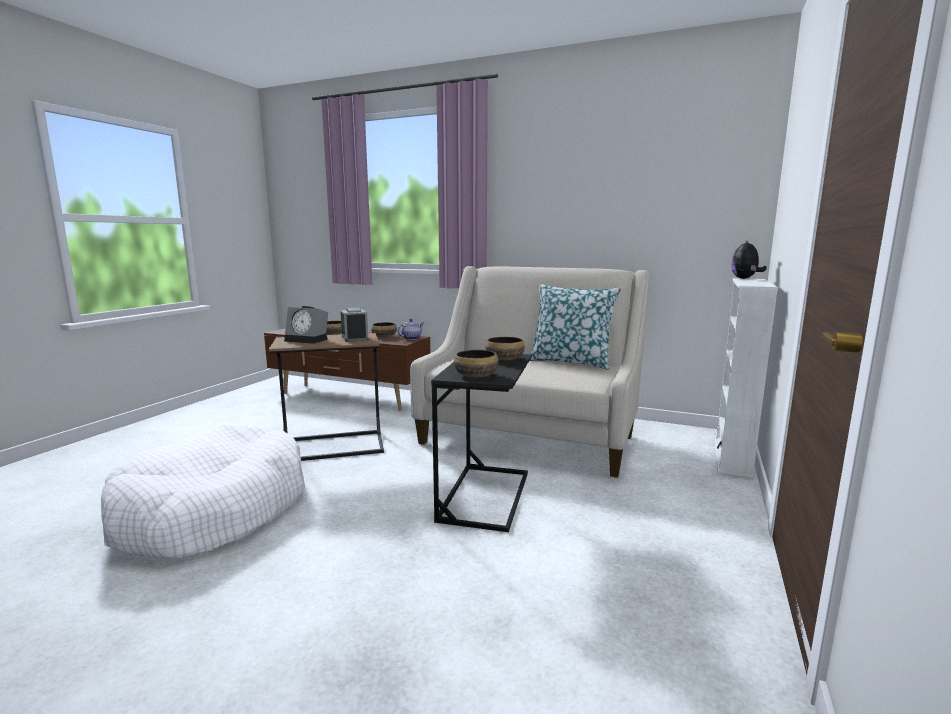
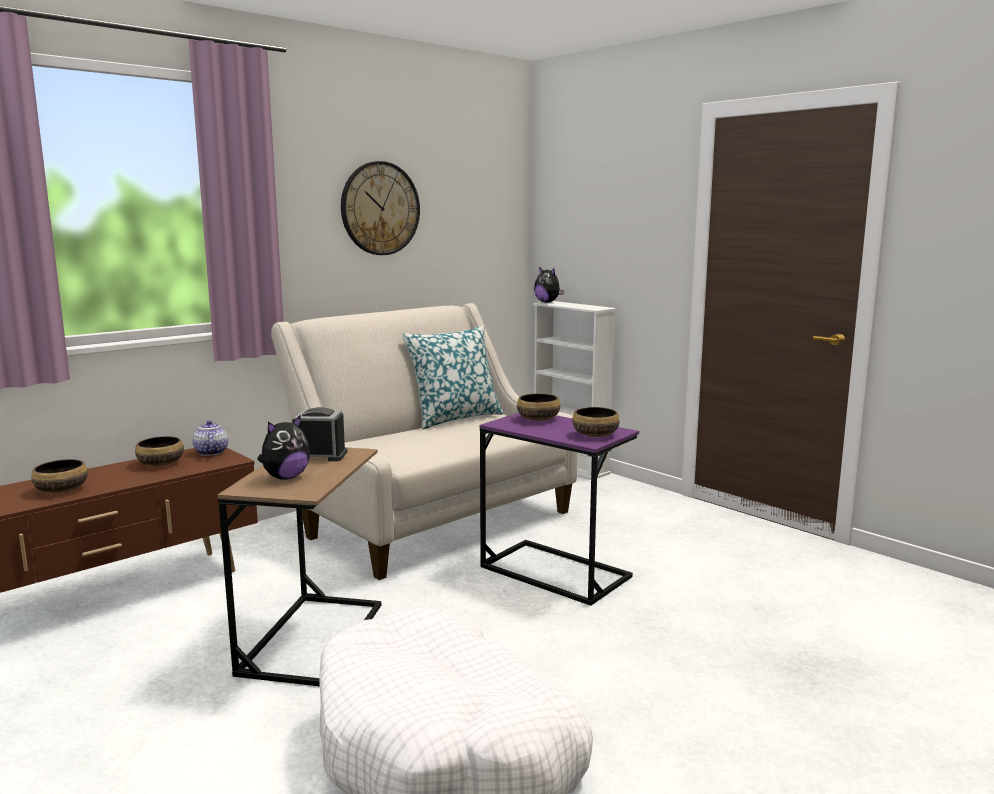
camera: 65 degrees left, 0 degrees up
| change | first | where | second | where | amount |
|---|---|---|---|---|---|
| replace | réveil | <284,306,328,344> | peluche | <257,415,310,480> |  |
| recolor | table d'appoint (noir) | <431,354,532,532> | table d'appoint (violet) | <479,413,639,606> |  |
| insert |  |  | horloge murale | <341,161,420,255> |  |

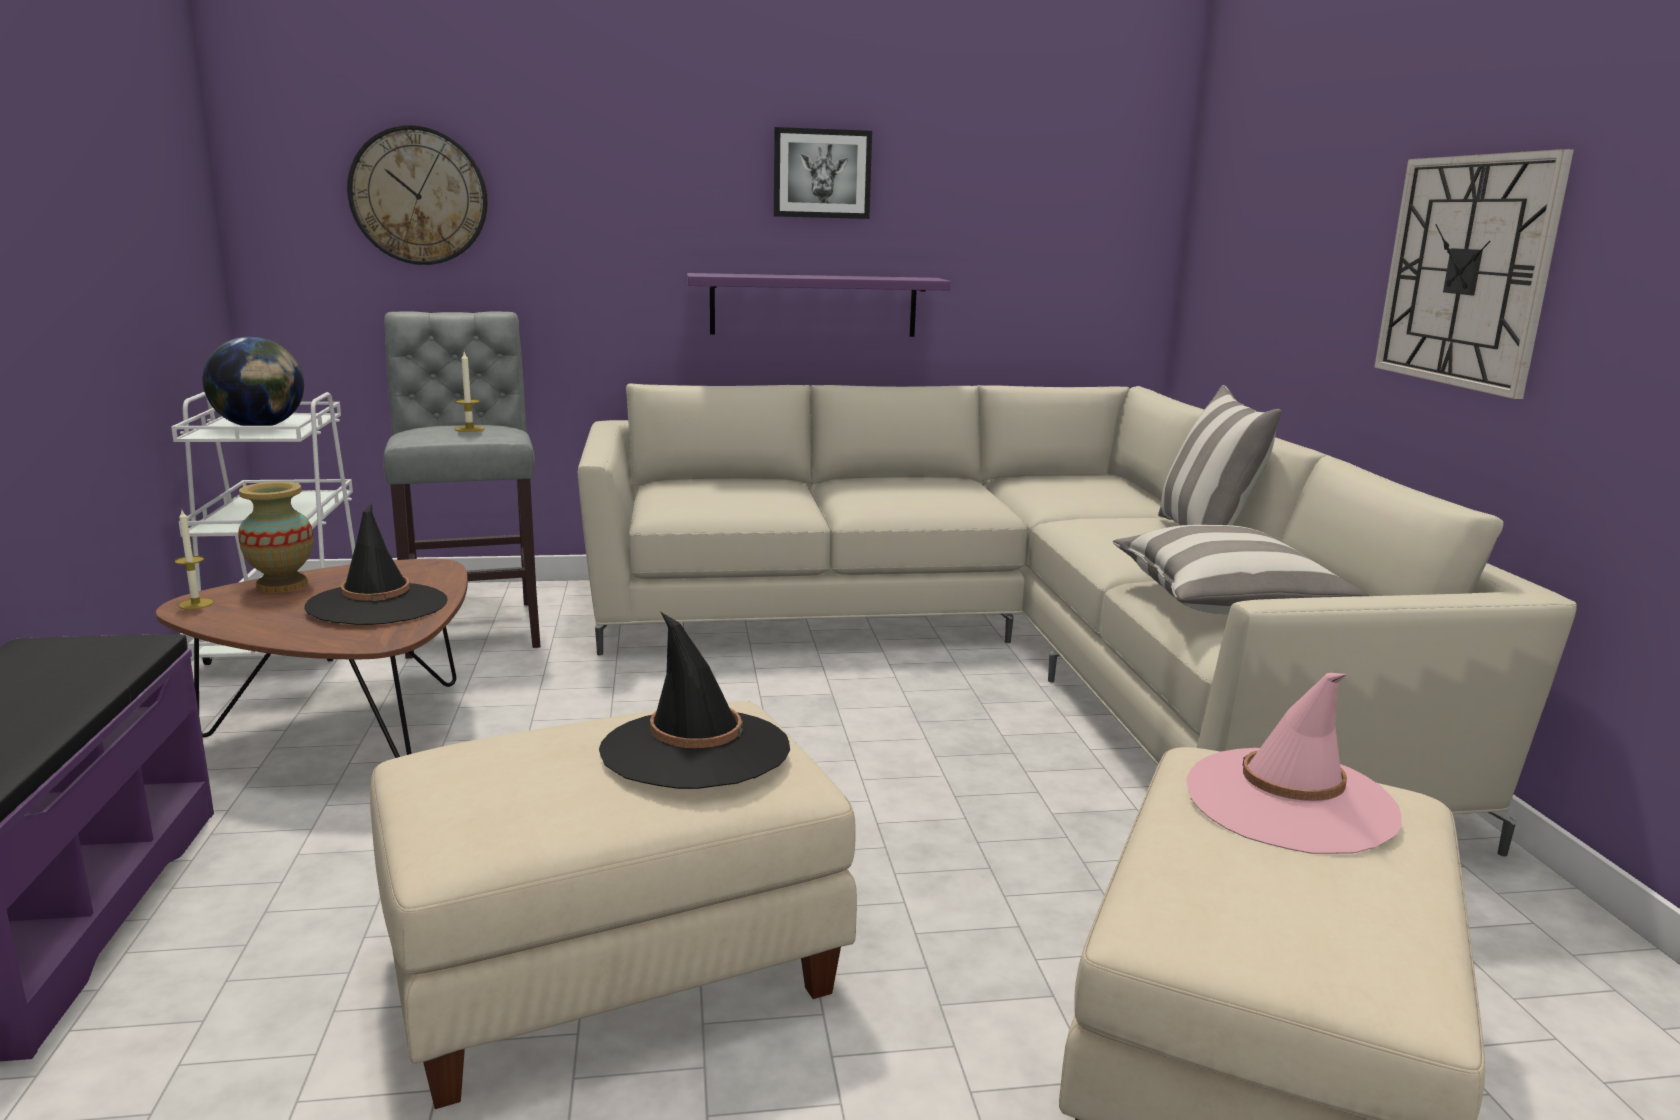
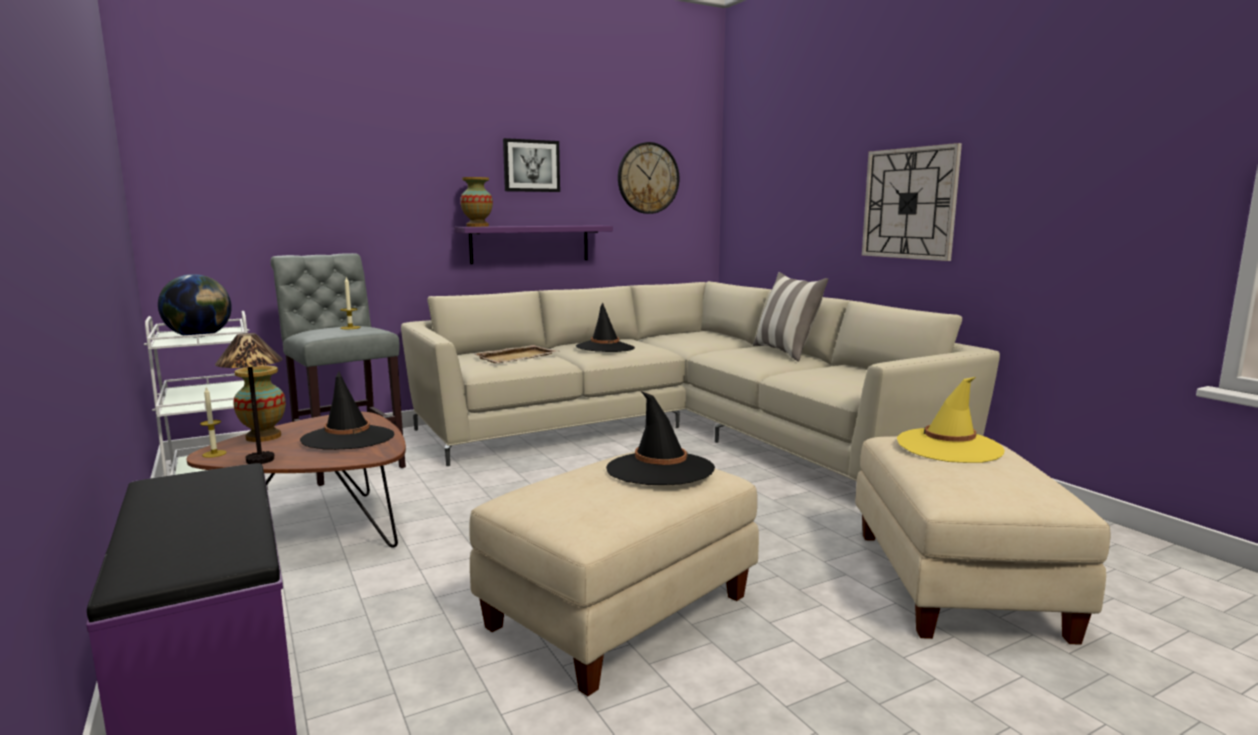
camera: 20 degrees left, 5 degrees down
| change | first | where | second | where | amount |
|---|---|---|---|---|---|
| move | horloge murale | <347,125,488,265> |  | <618,142,679,214> |  |
| delete | coussin | <1112,525,1369,614> |  |  |  |
| recolor | chapeau (rose) | <1186,673,1402,854> | chapeau (jaune) | <897,377,1005,463> |  |
| insert |  |  | vase | <460,177,493,227> |  |
| insert |  |  | chapeau (noir) | <576,303,635,352> |  |
| insert |  |  | lampe de table | <215,333,283,464> |  |
| insert |  |  | plateau (beige) | <473,345,558,363> |  |

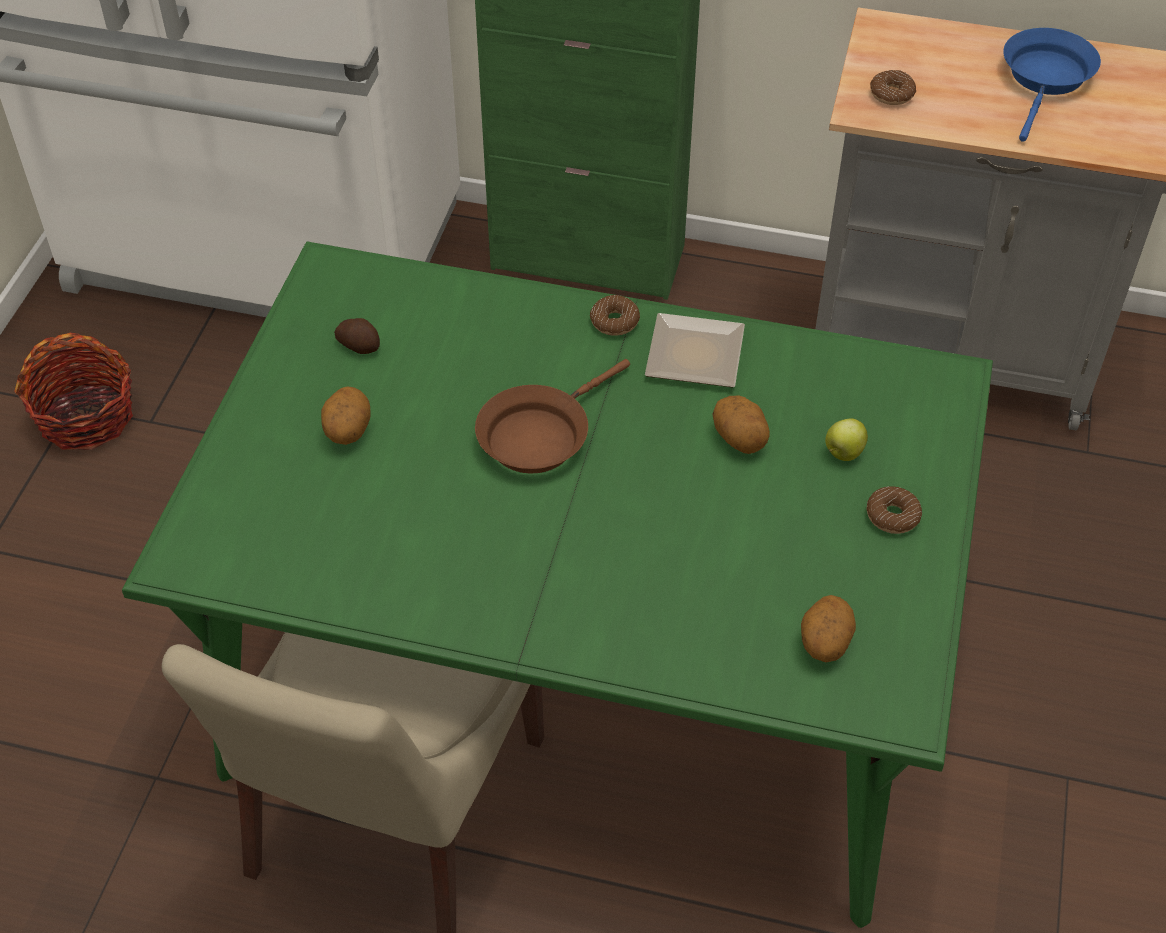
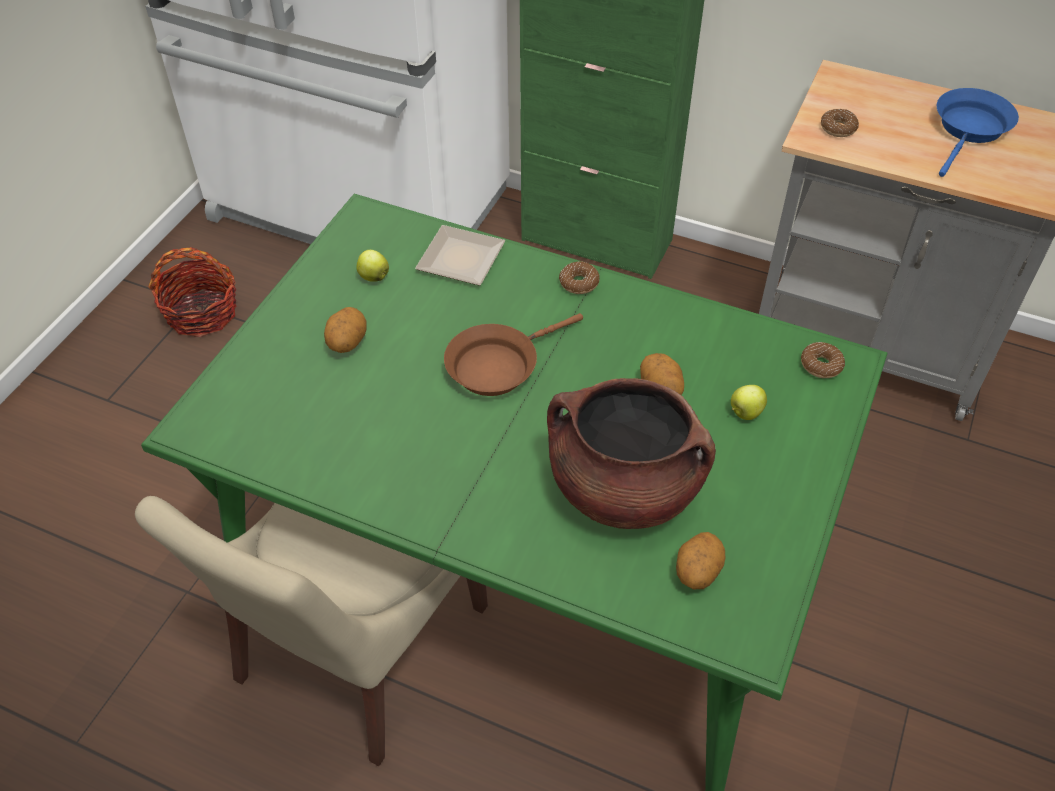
camera: 10 degrees right, 0 degrees up
| change | first | where | second | where | amount |
|---|---|---|---|---|---|
| move | assiette | <645,313,745,388> |  | <415,225,505,286> |  |
| replace | pomme de terre | <334,318,380,354> | pomme | <356,250,389,282> |  |
| move | beignet | <866,486,922,534> |  | <801,342,845,378> |  |
| insert |  |  | marmite (marron) | <547,378,716,529> |  |

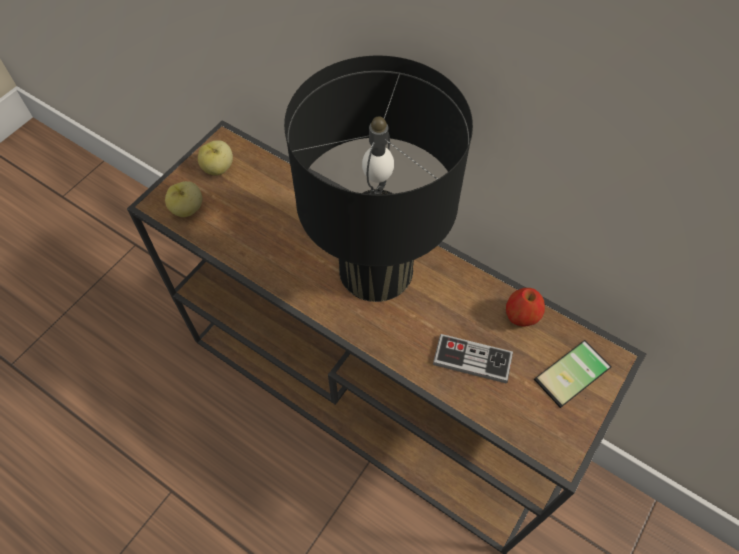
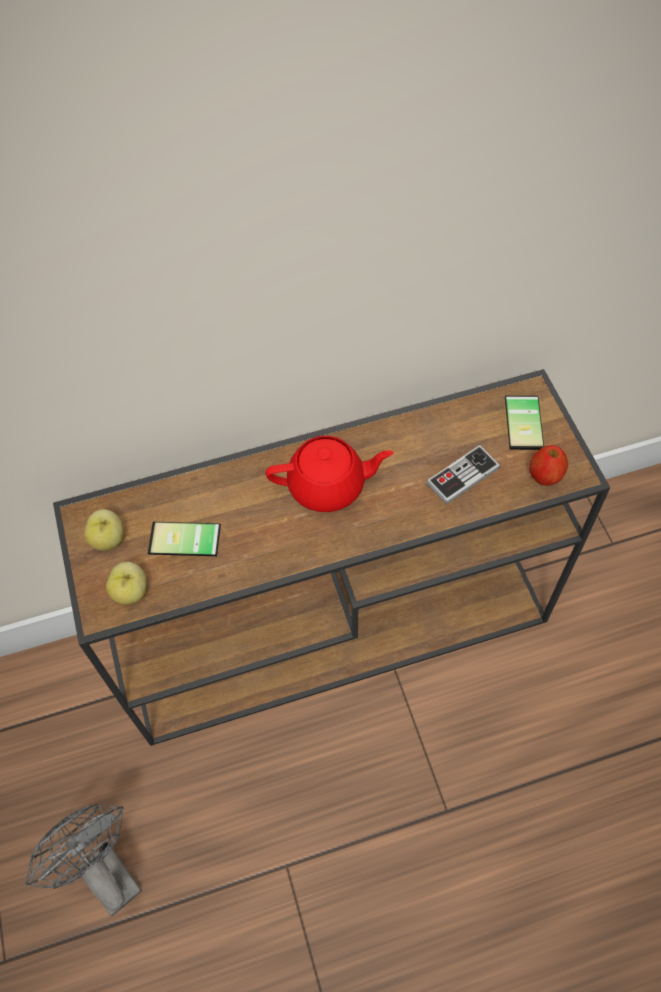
camera: 50 degrees left, 0 degrees up
| change | first | where | second | where | amount |
|---|---|---|---|---|---|
| replace | lampe de table (noir) | <284,56,473,302> | théière (rouge) | <266,436,394,512> |  |
| move | pomme | <506,288,545,327> |  | <529,445,568,486> |  |
| insert |  |  | téléphone | <148,522,221,556> |  |
| insert |  |  | ventilateur (gris) | <25,804,142,916> |  |

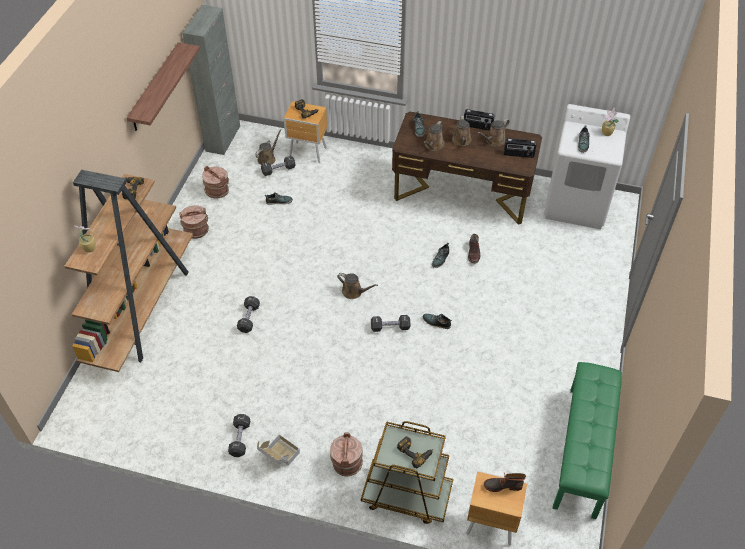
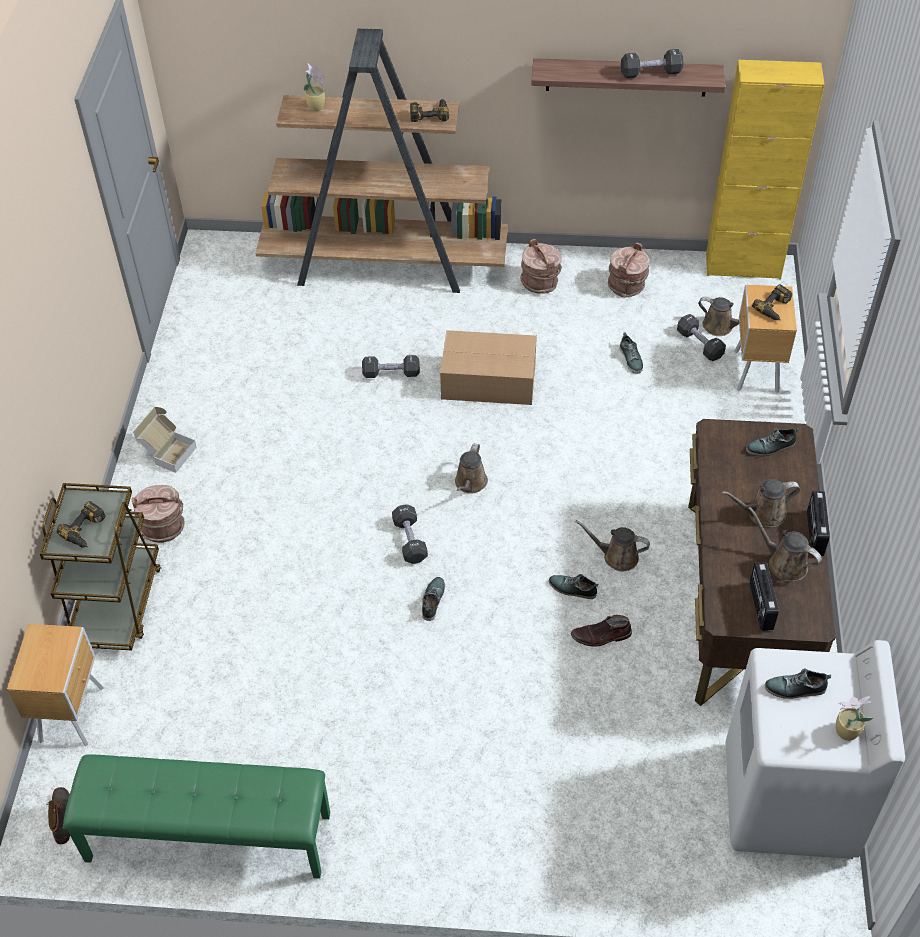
camera: 80 degrees right, 0 degrees up
| change | first | where | second | where | amount |
|---|---|---|---|---|---|
| recolor | meuble de rangement (gris) | <182,5,240,155> | meuble de rangement (jaune) | <706,60,825,279> |  |
| move | arrosoir (marron) | <423,121,445,151> |  | <576,520,650,571> |  |
| move | haltère (noir) | <228,414,250,457> |  | <621,49,684,78> |  |
| move | botte | <484,473,526,492> |  | <46,787,70,844> |  |
| insert |  |  | carton | <440,330,537,405> |  |

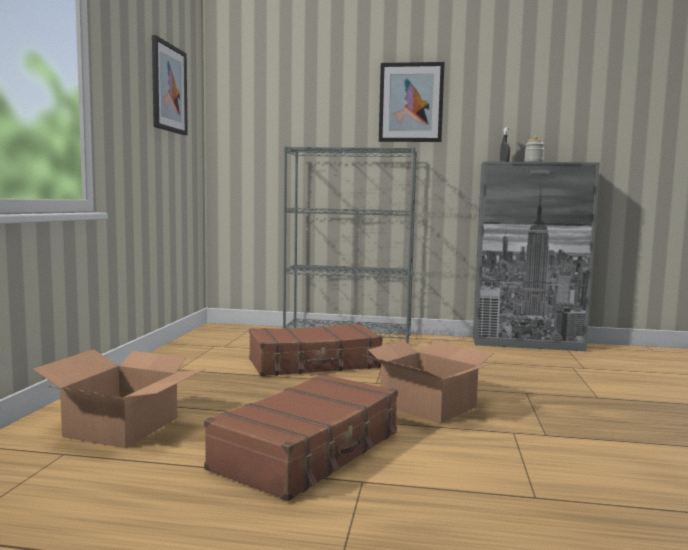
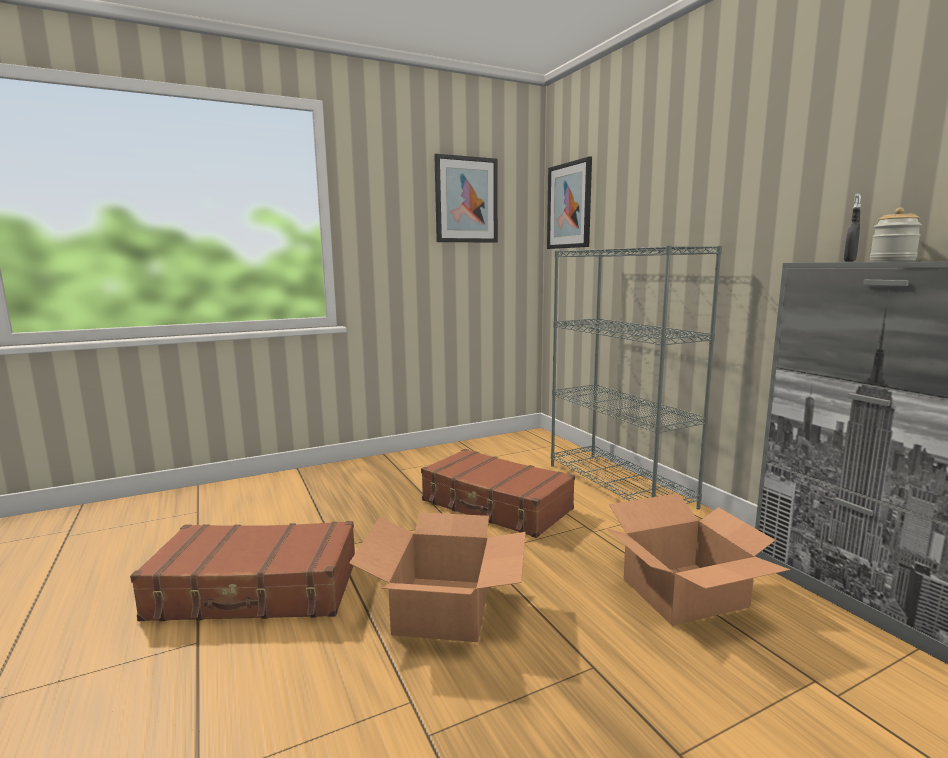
camera: 55 degrees right, 5 degrees up
| change | first | where | second | where | amount |
|---|---|---|---|---|---|
| move | tableau | <379,62,445,142> |  | <547,156,592,249> |  |
| move | carton | <33,349,206,448> |  | <606,493,790,626> |  |

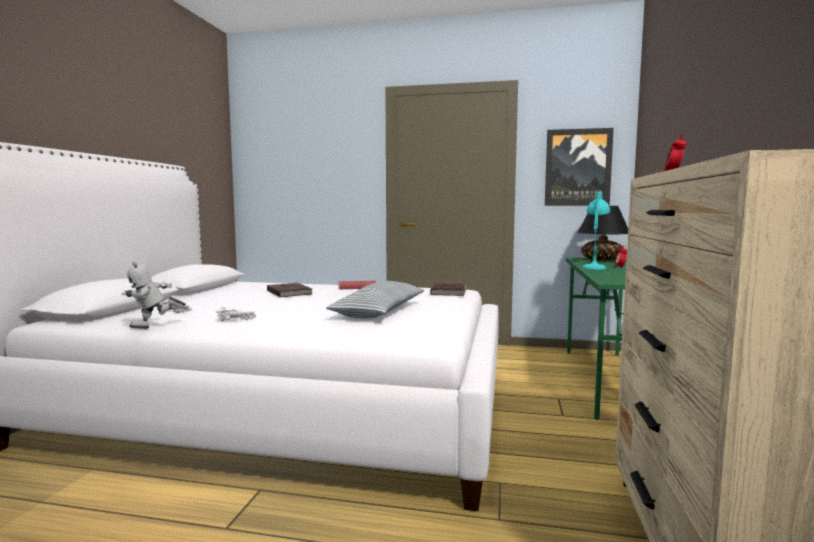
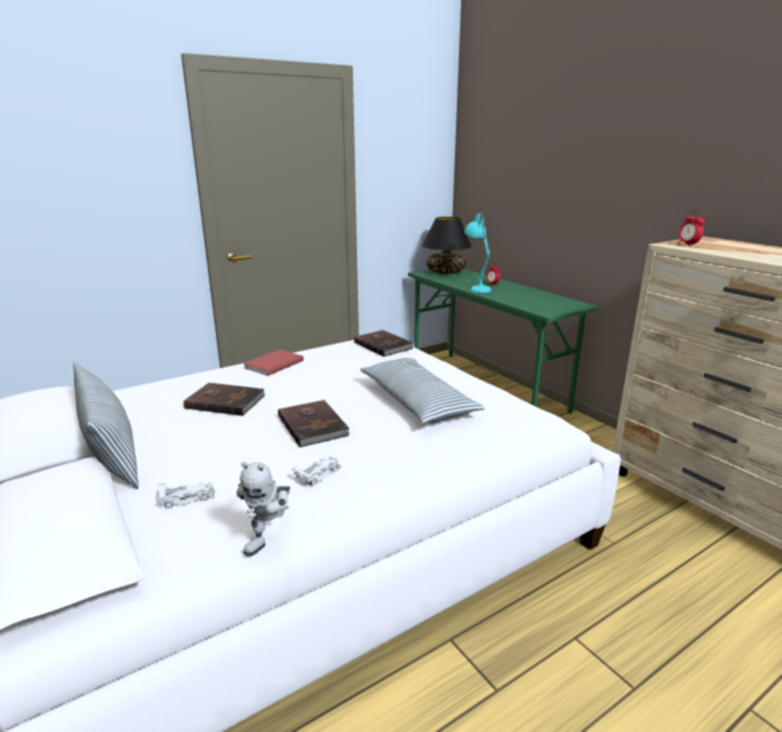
camera: 45 degrees left, 15 degrees up
| change | first | where | second | where | amount |
|---|---|---|---|---|---|
| delete | tableau | <545,128,614,206> |  |  |  |
| insert |  |  | coussin | <73,362,139,489> |  |
| insert |  |  | livre (marron) | <278,400,350,447> |  |

